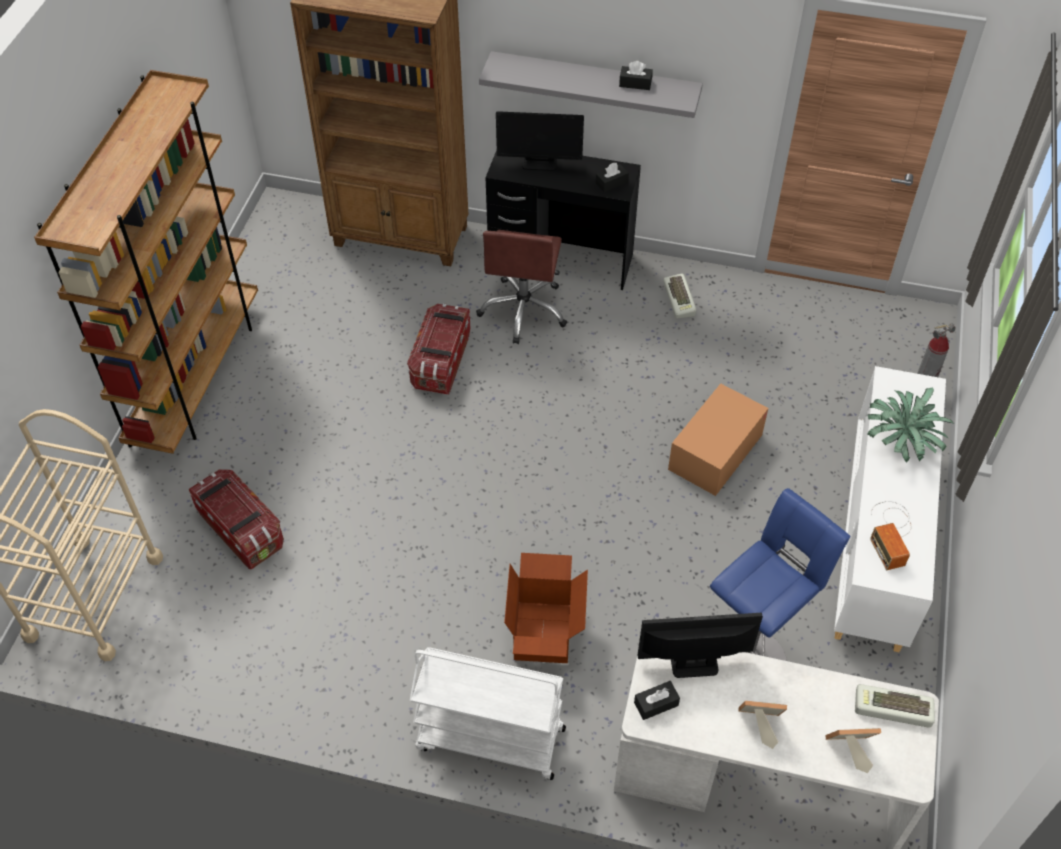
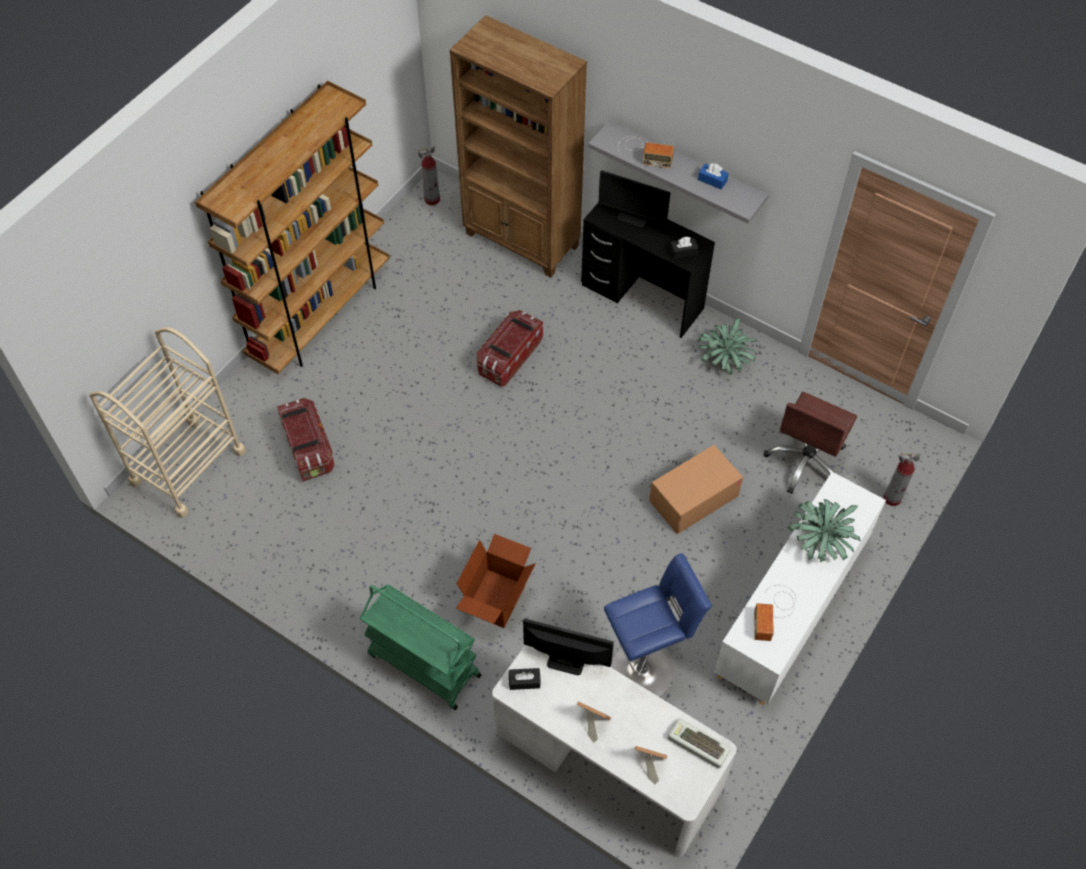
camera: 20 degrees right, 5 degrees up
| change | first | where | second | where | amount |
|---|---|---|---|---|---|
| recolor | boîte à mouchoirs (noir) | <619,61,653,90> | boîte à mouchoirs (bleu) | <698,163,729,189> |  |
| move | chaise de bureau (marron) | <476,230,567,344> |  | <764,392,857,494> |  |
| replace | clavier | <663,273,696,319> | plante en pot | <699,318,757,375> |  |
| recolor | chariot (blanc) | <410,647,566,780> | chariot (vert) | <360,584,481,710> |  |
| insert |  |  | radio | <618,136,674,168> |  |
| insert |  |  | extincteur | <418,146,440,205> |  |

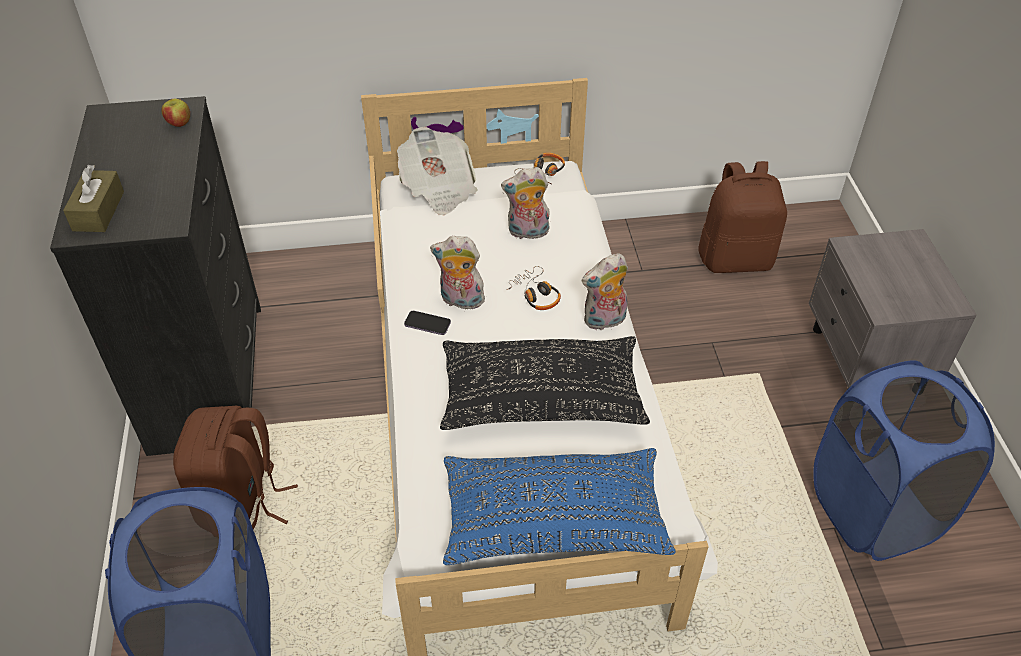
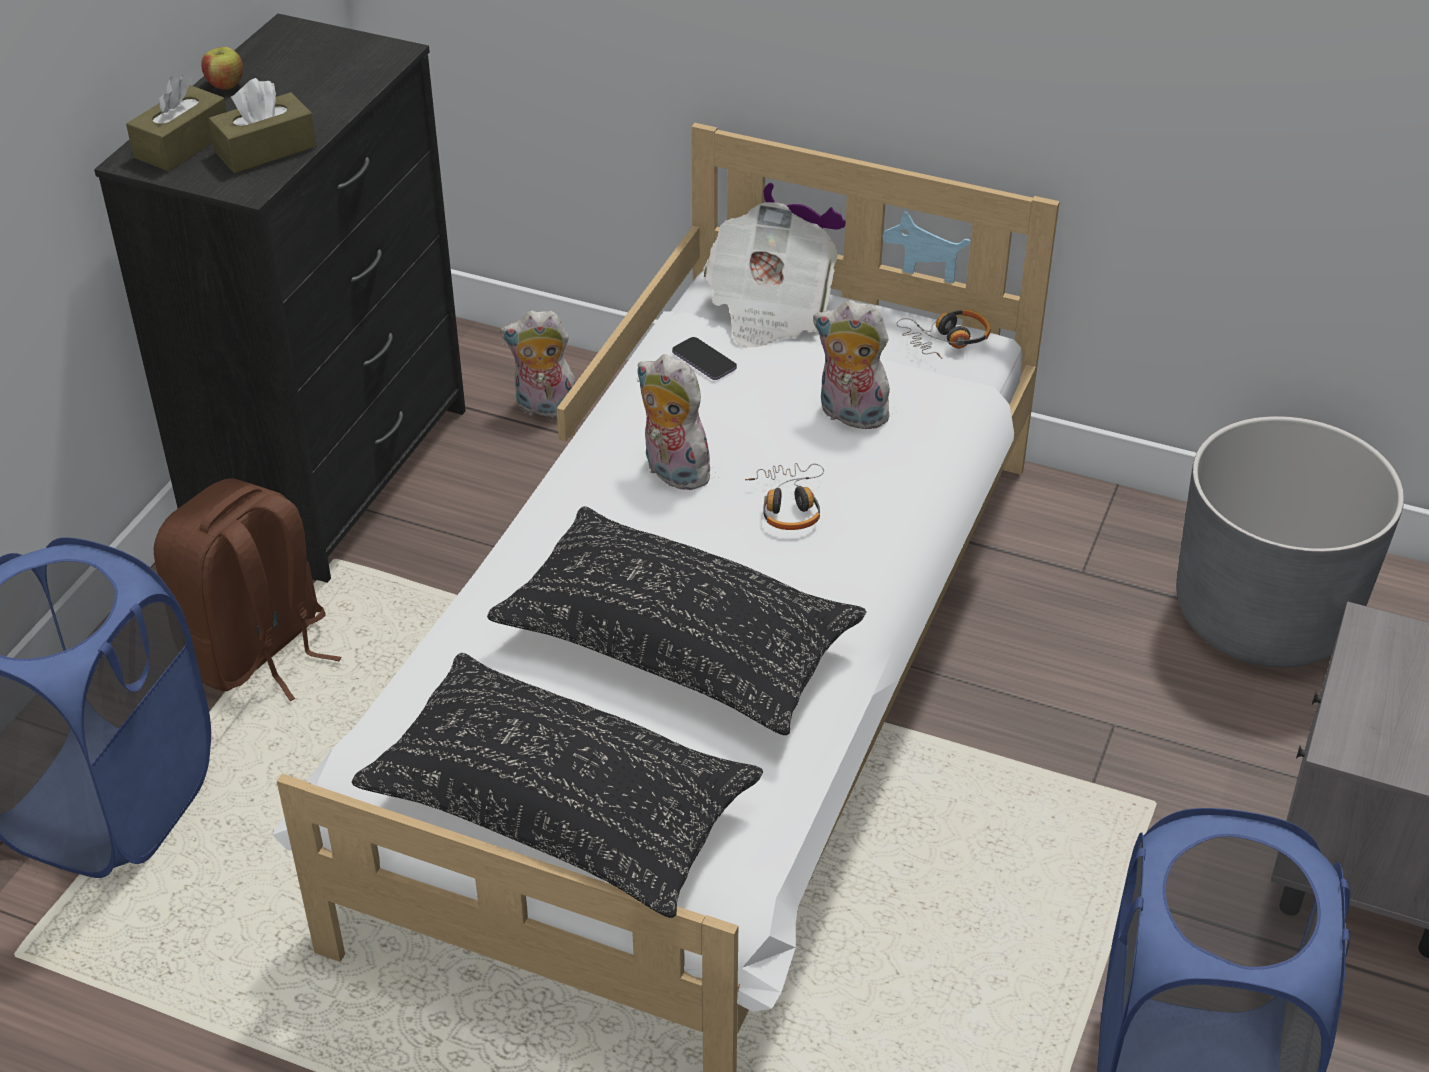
camera: 30 degrees right, 5 degrees down
| change | first | where | second | where | amount |
|---|---|---|---|---|---|
| move | pomme | <161,99,190,127> |  | <201,47,243,90> |  |
| replace | sac à dos (marron) | <698,161,787,273> | cache-pot (gris) | <1176,416,1404,667> |  |
| move | peluche | <582,253,628,330> |  | <500,311,575,418> |  |
| move | téléphone | <404,311,451,335> |  | <672,337,737,380> |  |
| recolor | coussin (bleu) | <443,448,676,565> | coussin (noir) | <352,653,763,918> |  |
| insert |  |  | boîte à mouchoirs (marron) | <208,78,317,173> |  |

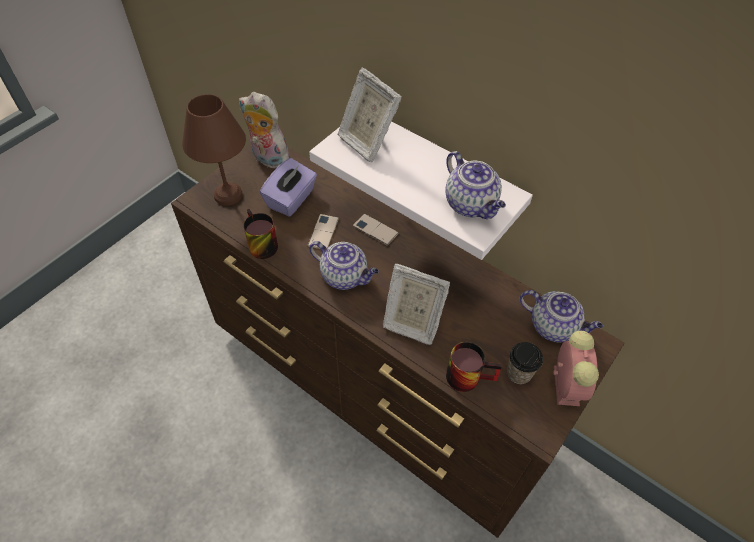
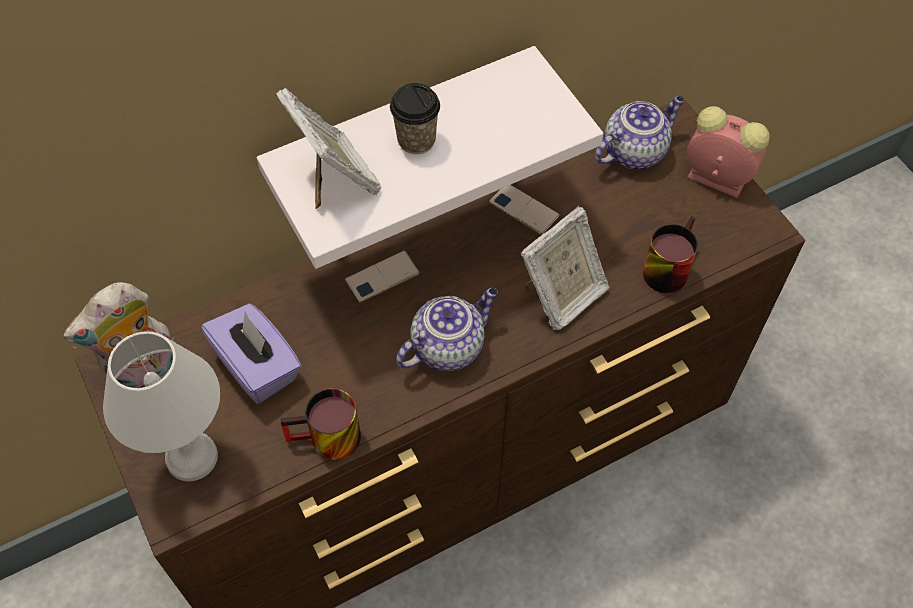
camera: 65 degrees left, 5 degrees up
| change | first | where | second | where | amount |
|---|---|---|---|---|---|
| rotate | cadre photo | <337,67,402,163> |  | <276,88,381,209> | 105 degrees counterclockwise |
| recolor | lampe de table (marron) | <182,94,246,206> | lampe de table (blanc) | <103,331,220,481> |  |
| delete | théière | <446,151,506,219> |  |  |  |
| move | téléphone | <308,214,339,249> |  | <489,185,560,235> |  |
| move | tasse | <507,342,543,384> |  | <390,83,440,154> |  |

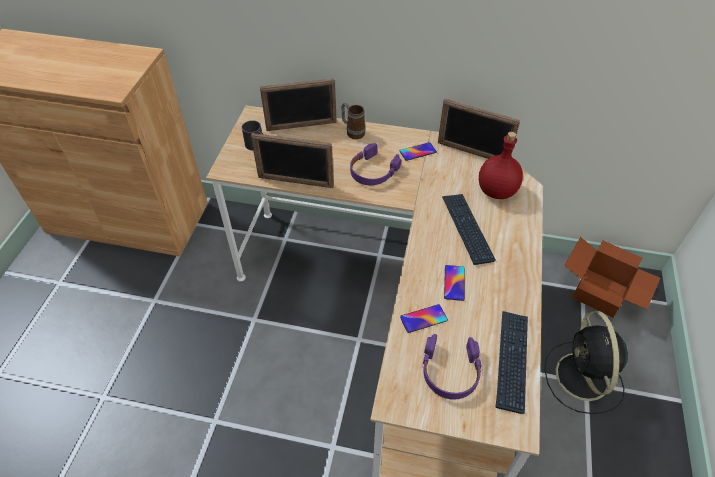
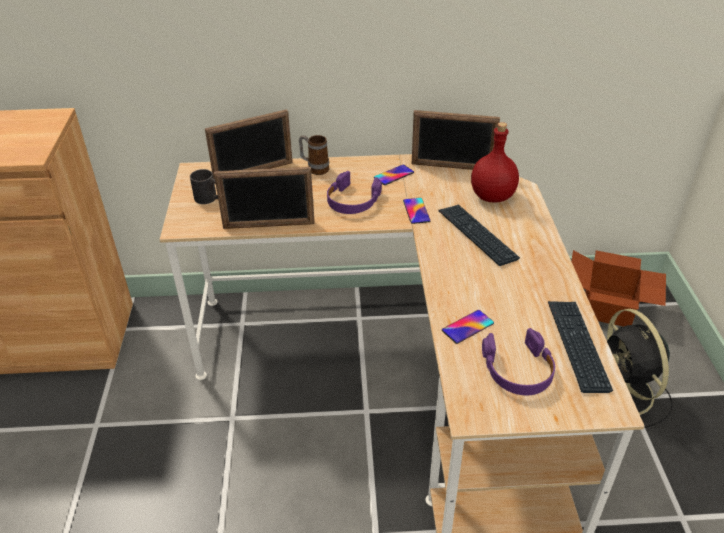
camera: 15 degrees left, 10 degrees down
| change | first | where | second | where | amount |
|---|---|---|---|---|---|
| move | téléphone | <444,265,465,301> |  | <403,198,430,224> |  |

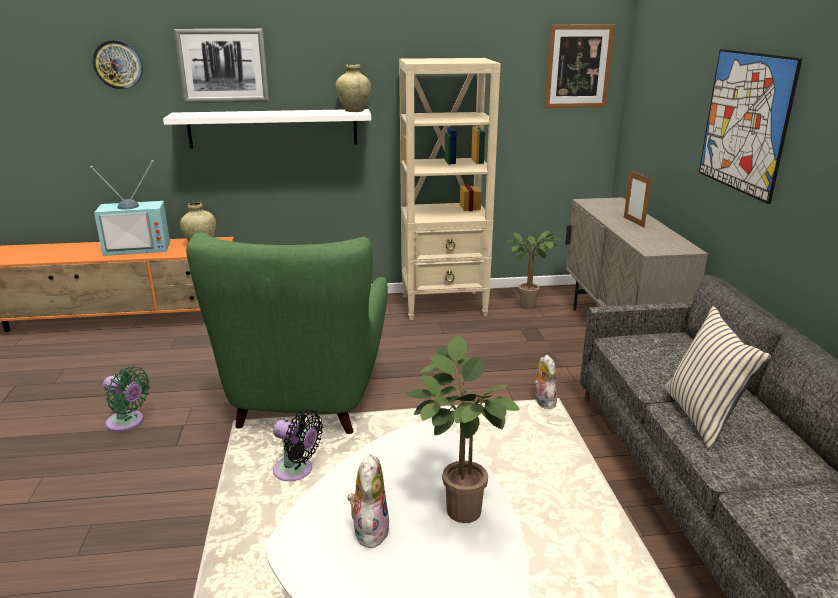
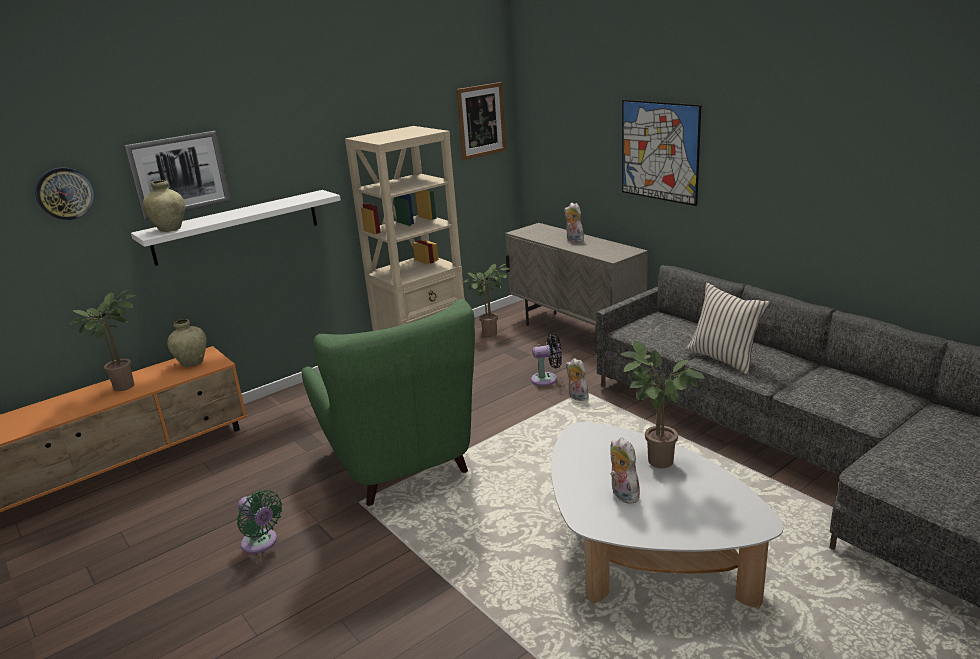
camera: 30 degrees left, 0 degrees up
| change | first | where | second | where | amount |
|---|---|---|---|---|---|
| move | vase (beige) | <335,64,371,112> |  | <142,180,185,232> |  |
| replace | téléviseur | <90,160,170,256> | plante en pot | <69,290,136,391> |  |
| replace | cadre photo | <624,170,651,228> | peluche | <564,203,584,242> |  |
| rotate | ventilateur (vert) | <103,366,150,432> |  | <237,490,282,554> | 45 degrees clockwise |
| move | ventilateur (noir) | <273,409,323,481> |  | <531,333,562,386> |  |

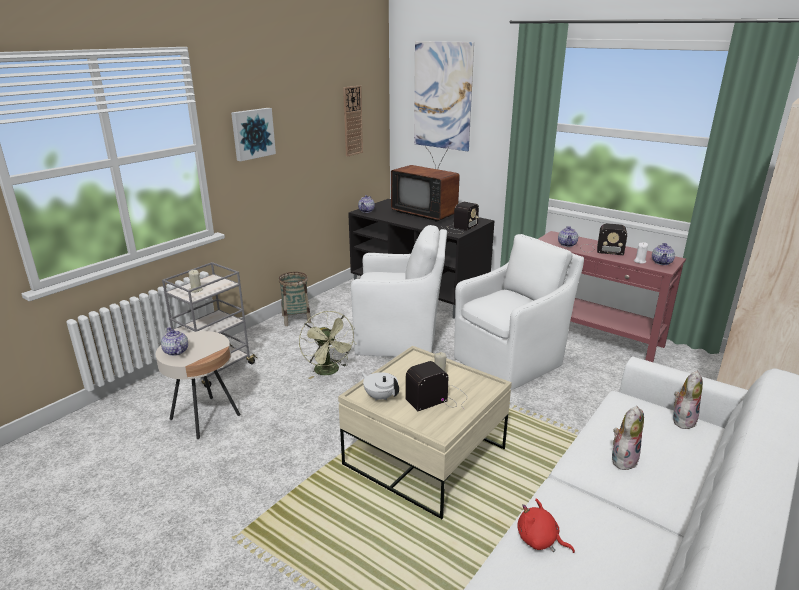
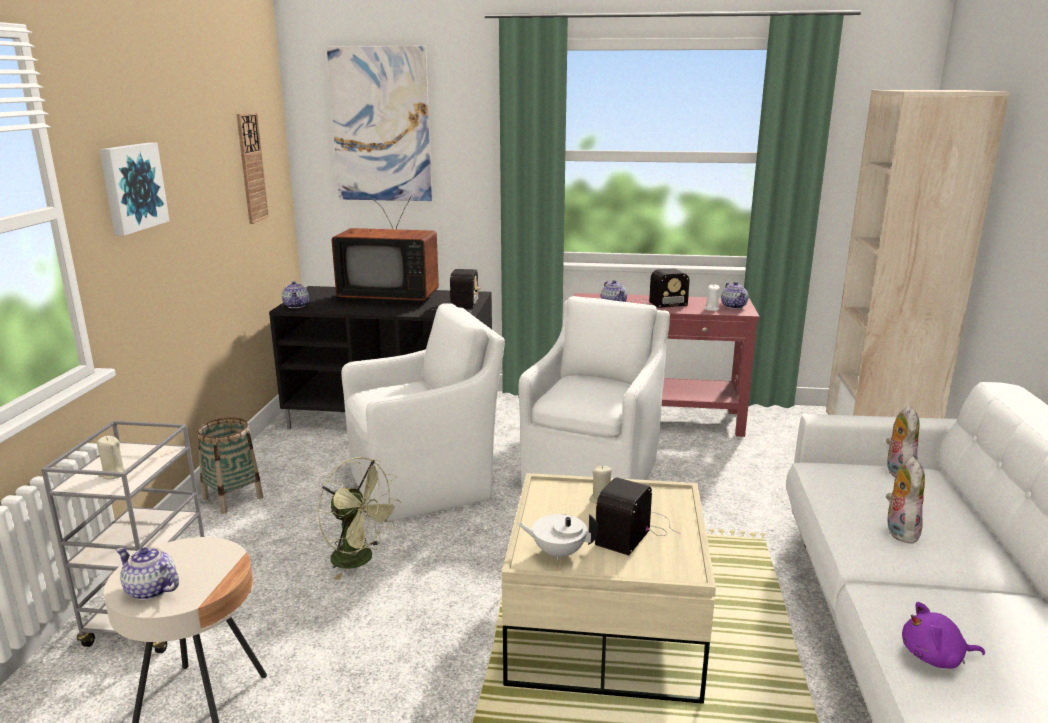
camera: 30 degrees left, 5 degrees down
| change | first | where | second | where | amount |
|---|---|---|---|---|---|
| recolor | peluche (rouge) | <517,499,575,553> | peluche (violet) | <902,602,985,669> |  |

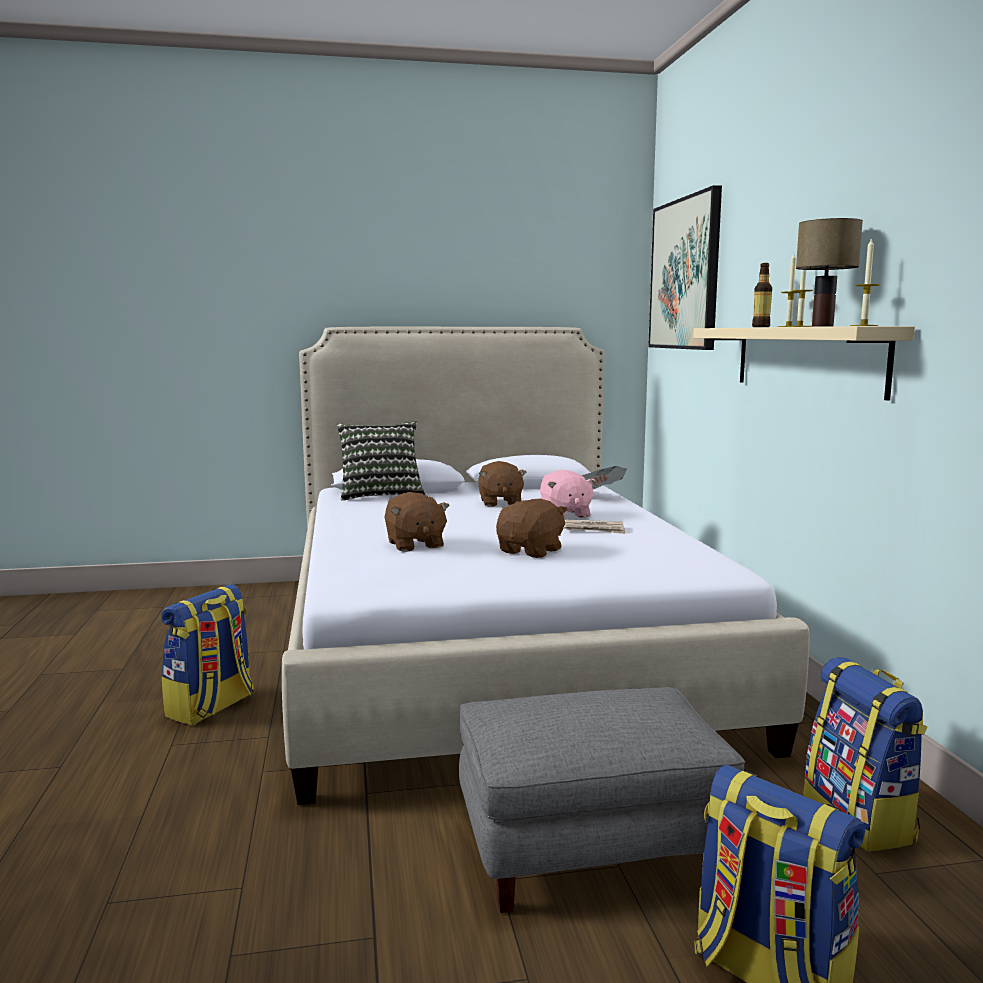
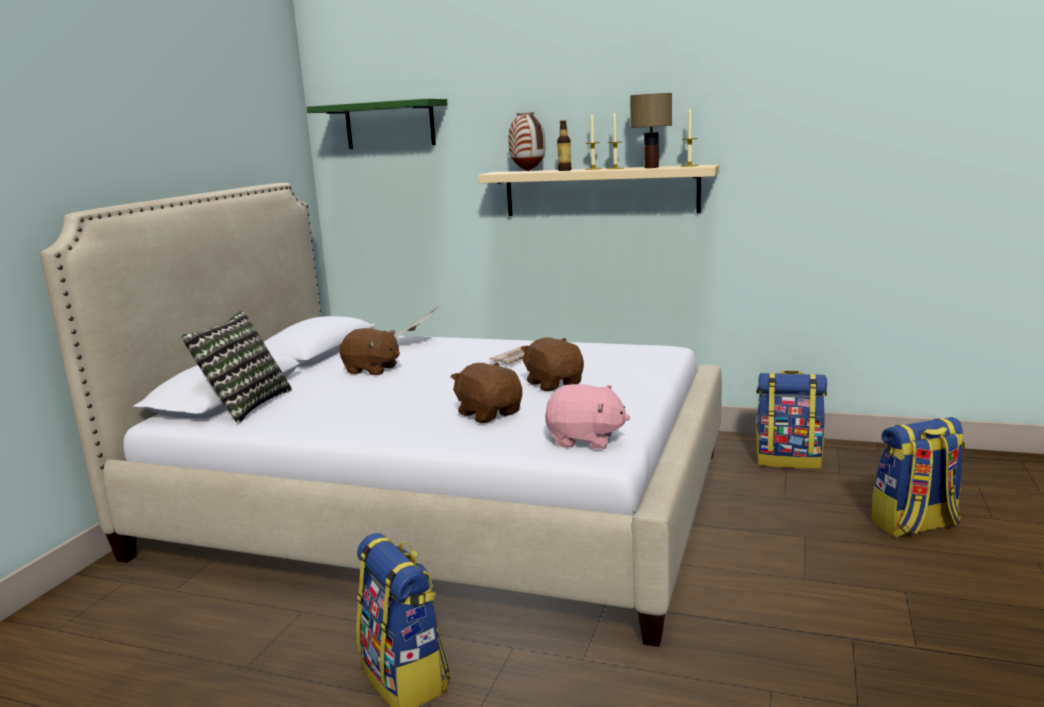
camera: 60 degrees left, 5 degrees up
| change | first | where | second | where | amount |
|---|---|---|---|---|---|
| replace | tableau | <648,185,722,350> | étagère (vert) | <306,99,448,149> |  |
| move | peluche (rose) | <540,470,596,518> |  | <545,384,630,449> |  |
| rotate | peluche (marron) | <385,492,450,552> |  | <450,363,522,423> | 135 degrees counterclockwise |
| delete | pouf (gris) | <459,687,745,913> |  |  |  |
| insert |  |  | vase | <508,112,545,171> |  |

